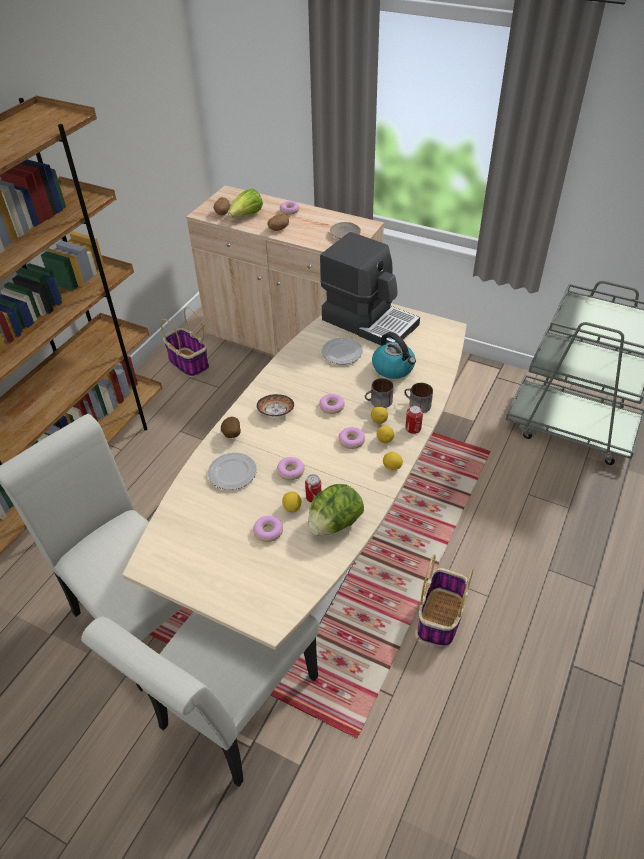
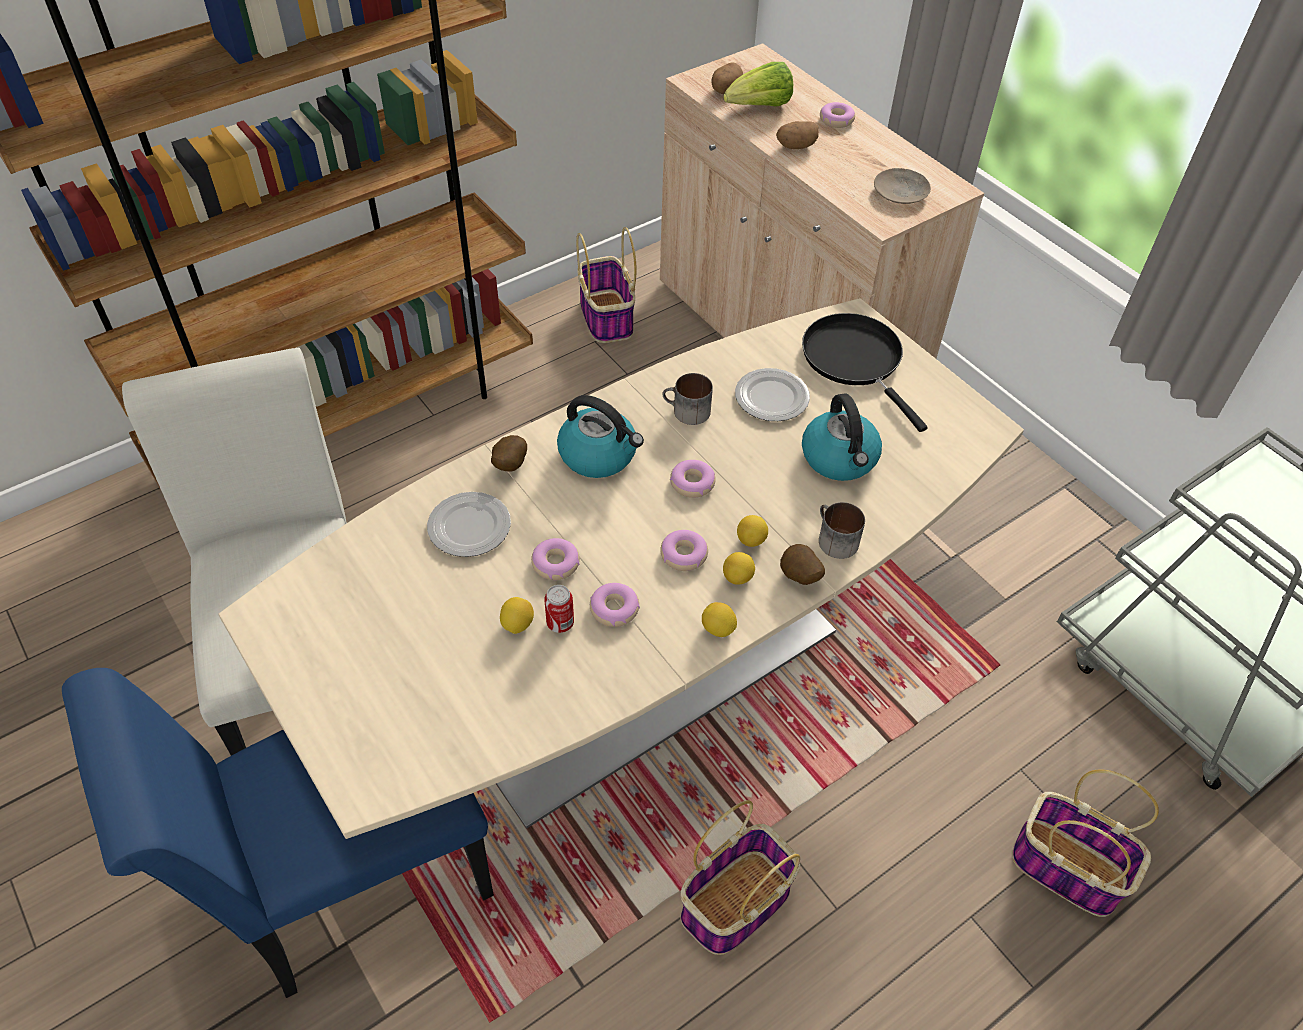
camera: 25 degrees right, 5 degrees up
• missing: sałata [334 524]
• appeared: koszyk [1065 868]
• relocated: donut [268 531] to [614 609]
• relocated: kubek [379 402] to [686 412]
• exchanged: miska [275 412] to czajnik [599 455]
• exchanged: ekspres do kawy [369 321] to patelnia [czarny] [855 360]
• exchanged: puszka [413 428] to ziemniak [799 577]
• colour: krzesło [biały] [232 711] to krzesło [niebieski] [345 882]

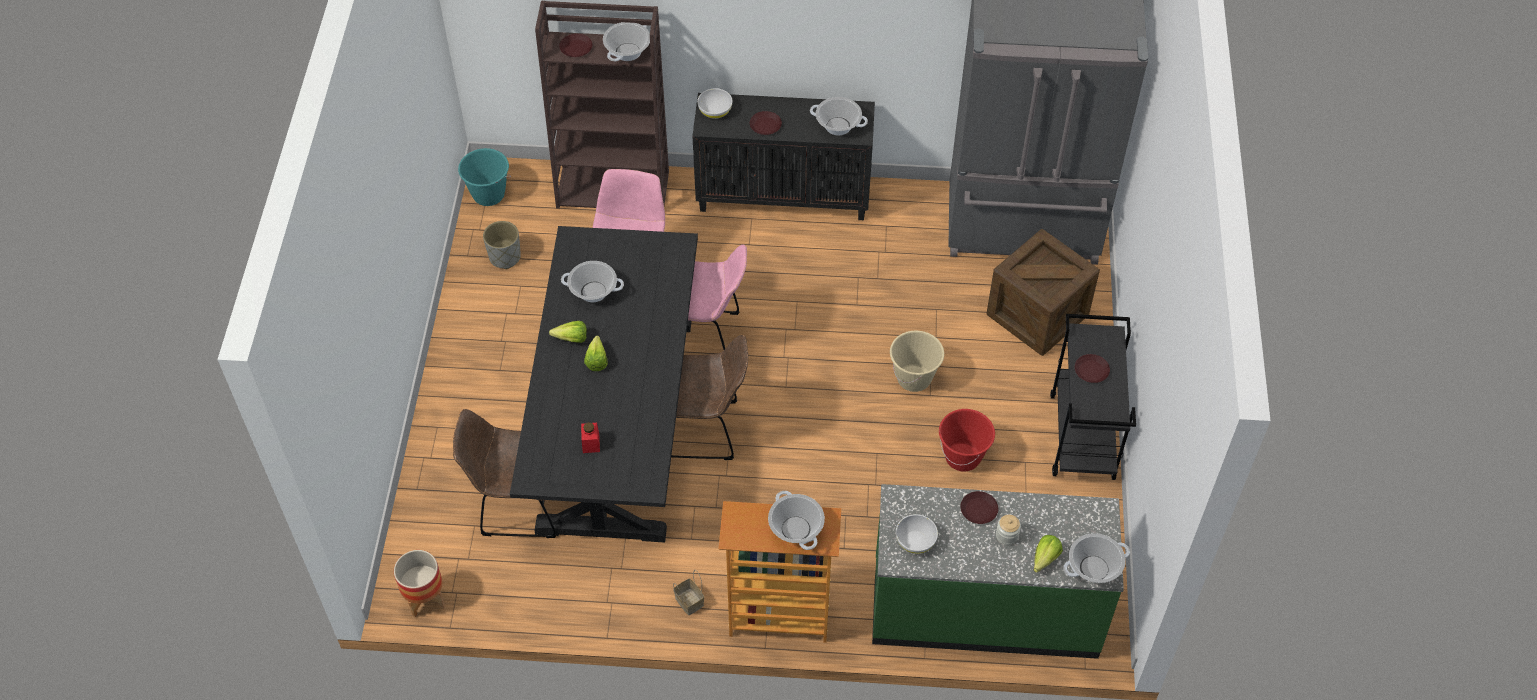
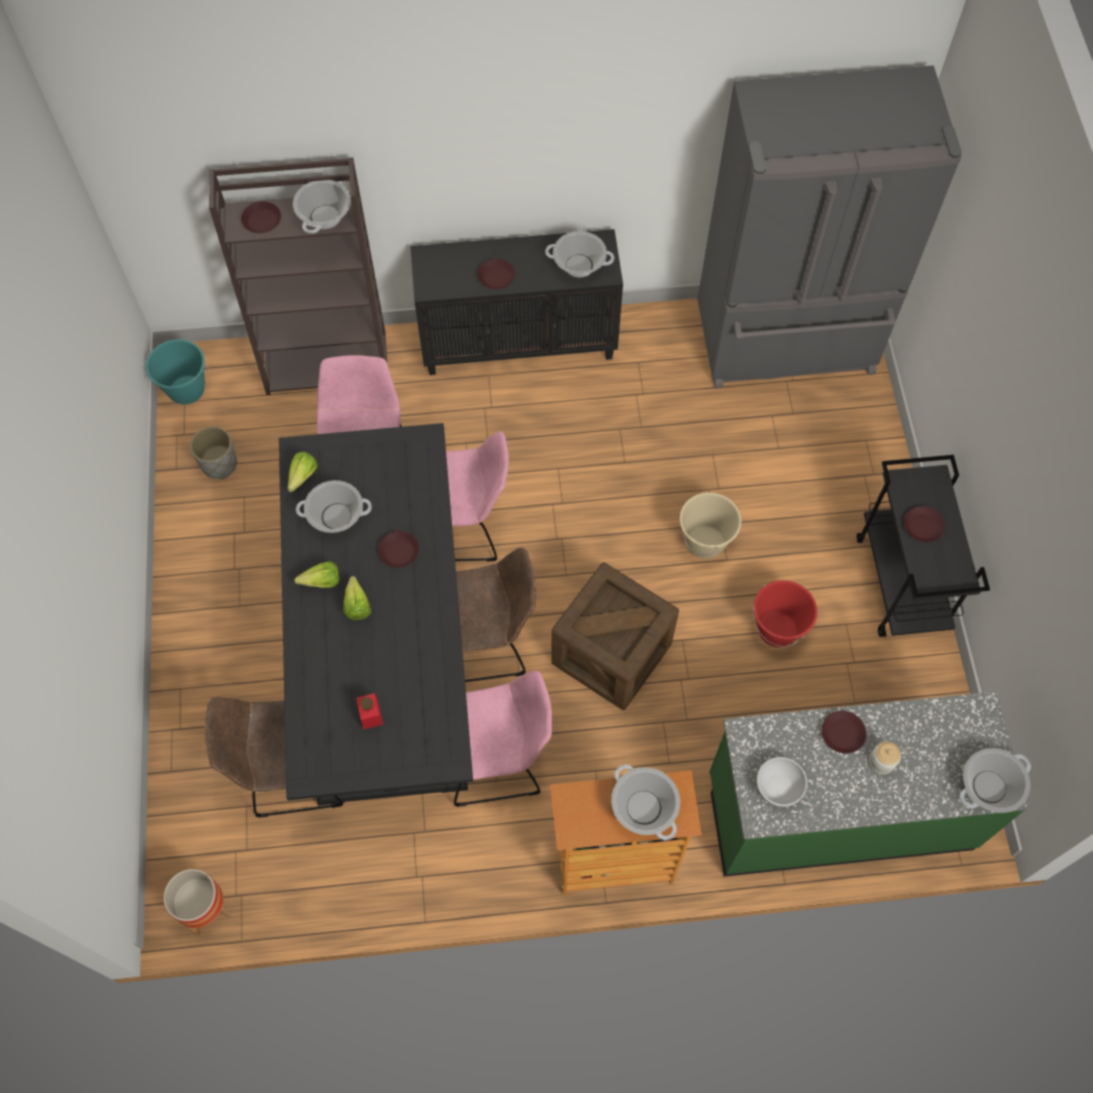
camera: 10 degrees left, 10 degrees up
• missing: koszyk [688 601]
• missing: miska [biały] [715 111]
• appeared: talerz [brązowy] [399 551]
• appeared: krzesło [różowy] [498 759]
• relocated: skrzynka [1037 315] to [611 653]
• relocated: sałata [1042 561] to [300 479]

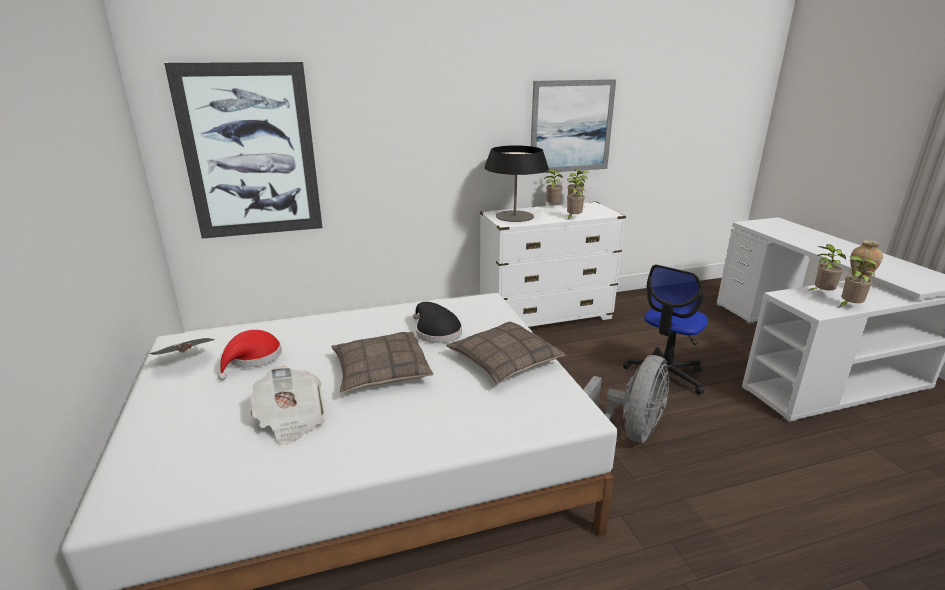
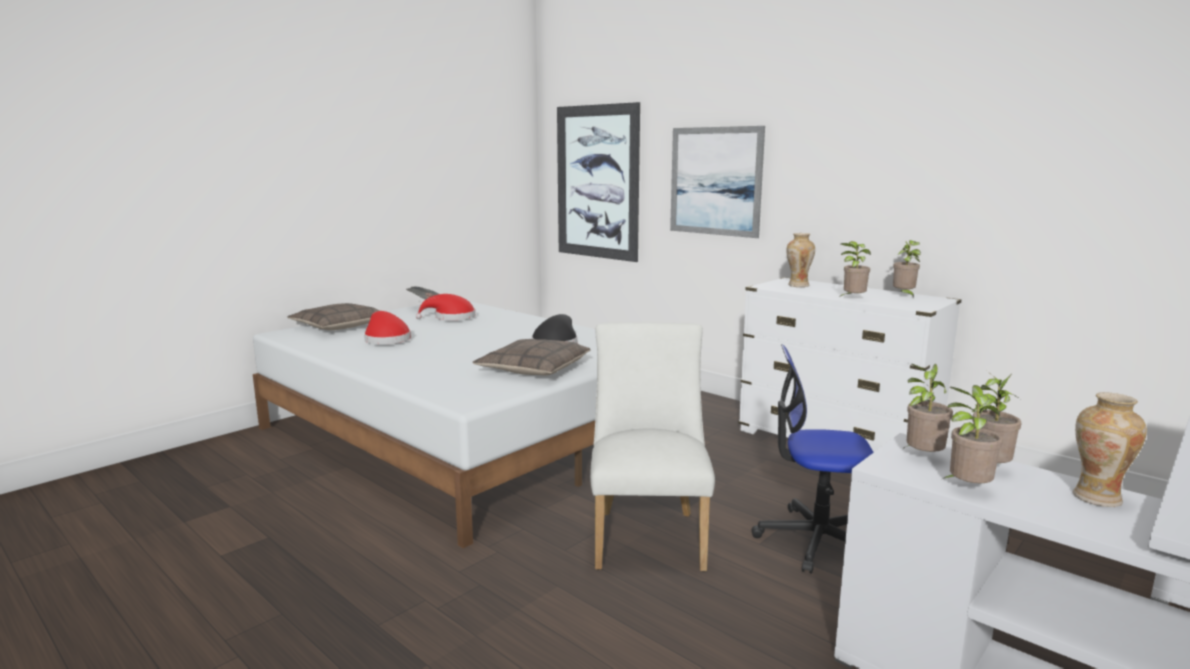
camera: 60 degrees right, 10 degrees down
• relocated: poduszka [381 371] to [338 326]
• relocated: obraz [571 126] to [715 181]
• relocated: roślina doniczkowa [551 207] to [921 457]
• exchanged: gazeta [291 420] to kapelusz [czerwony] [386 339]
• exchanged: lampa stołowa [514 216] to wazon [798 285]
• exchanged: wentylator [szary] [629 431] to krzesło [biały] [648 534]

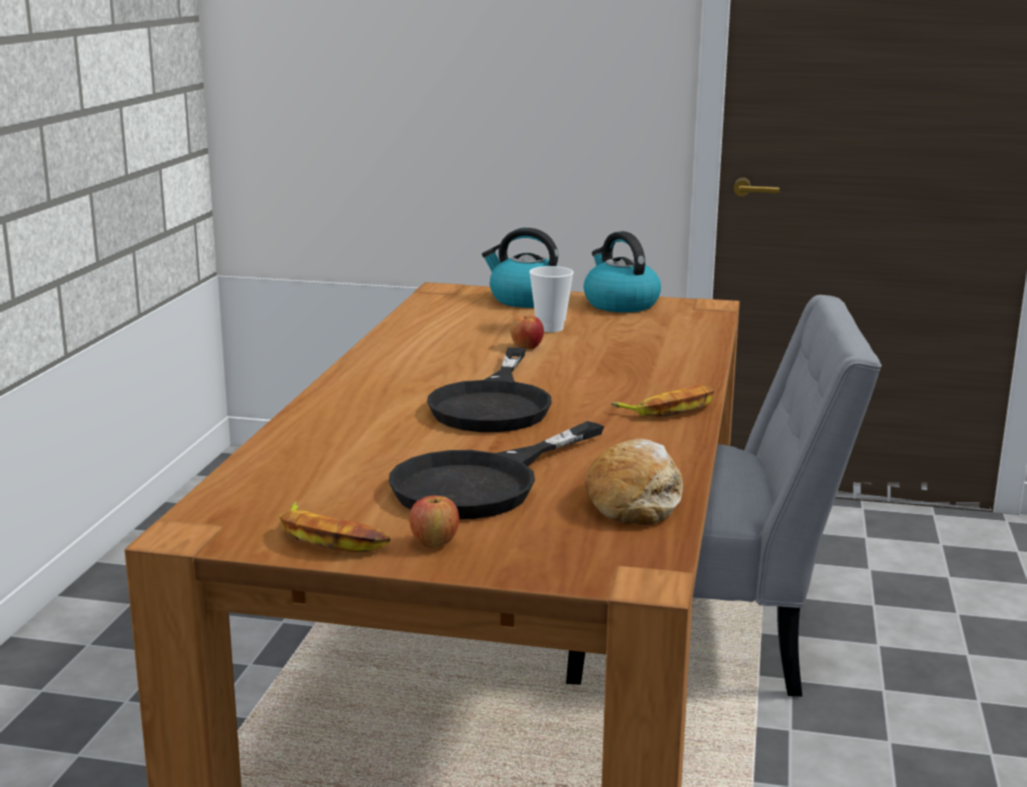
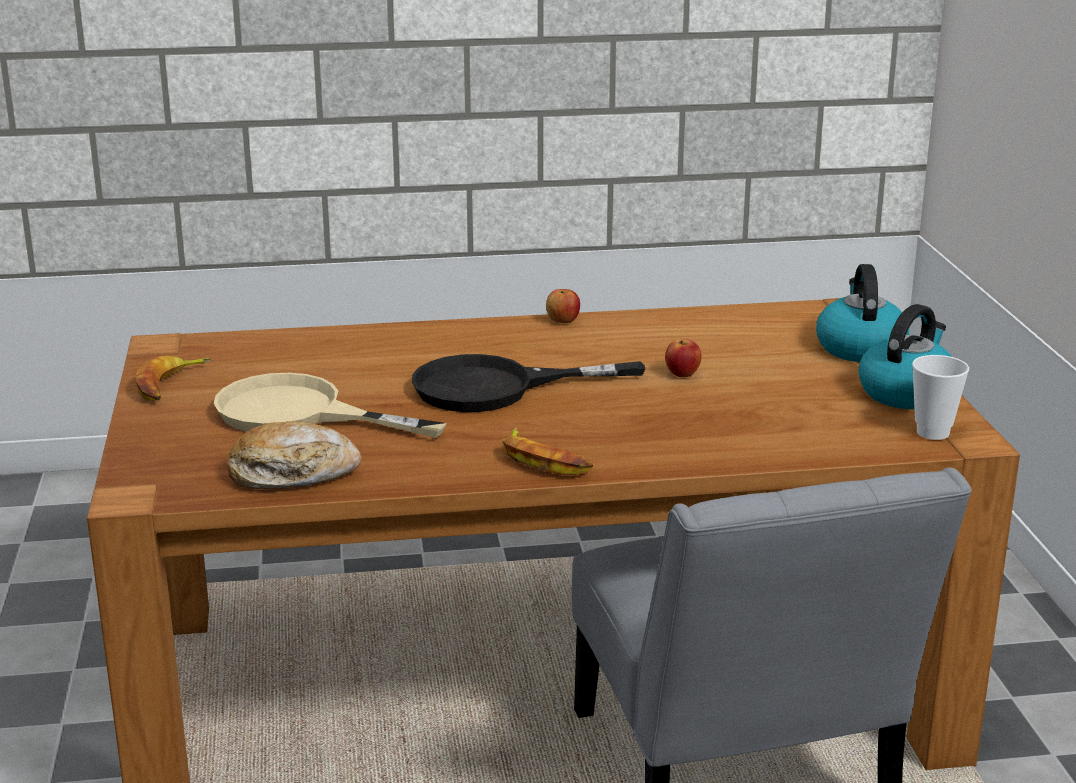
camera: 70 degrees right, 5 degrees up
• relocated: jabłko [434 543] to [563 321]
• relocated: filiżanka [550 328] to [932 433]
• colour: patelnia [czarny] [483 483] to patelnia [beżowy] [299 413]

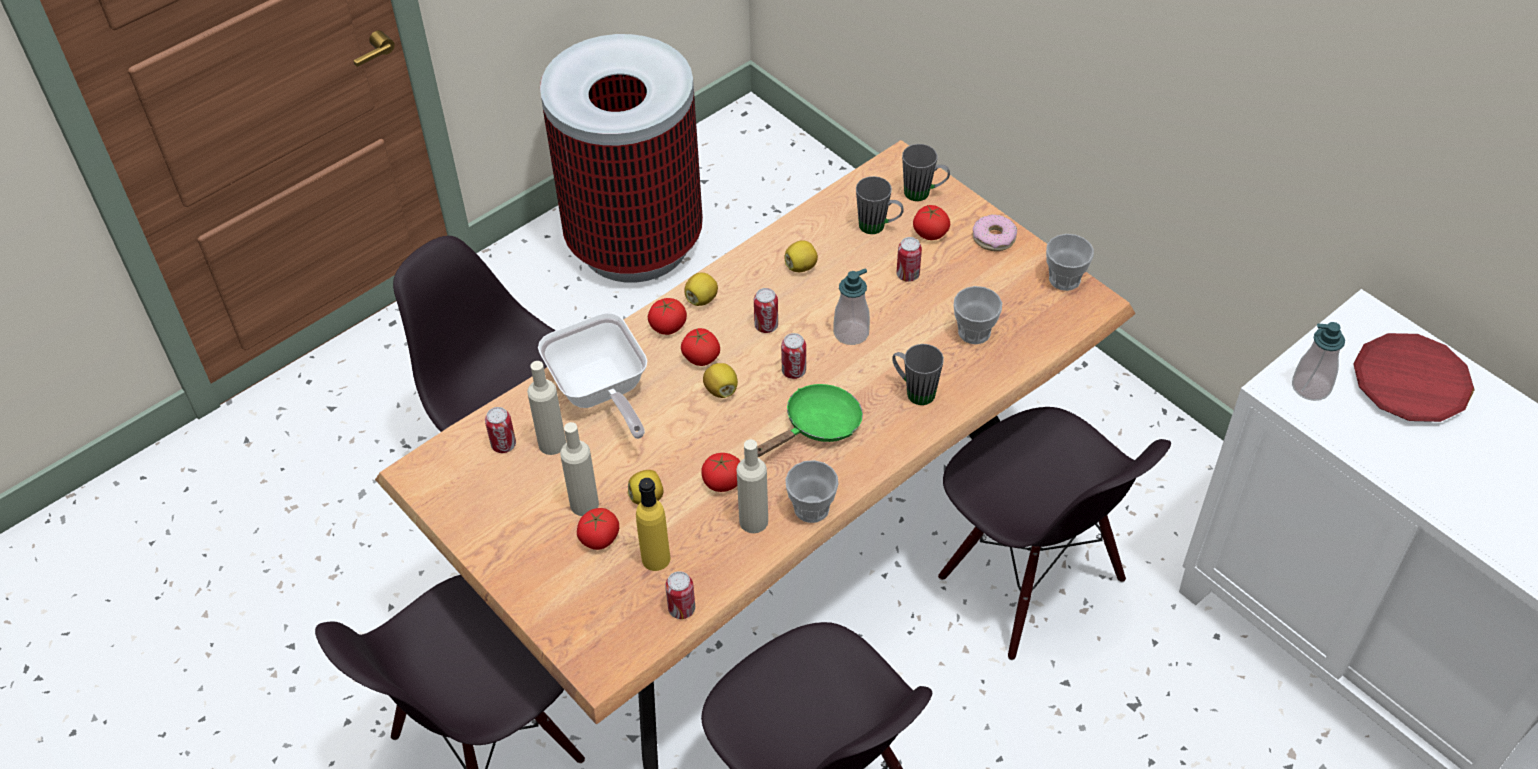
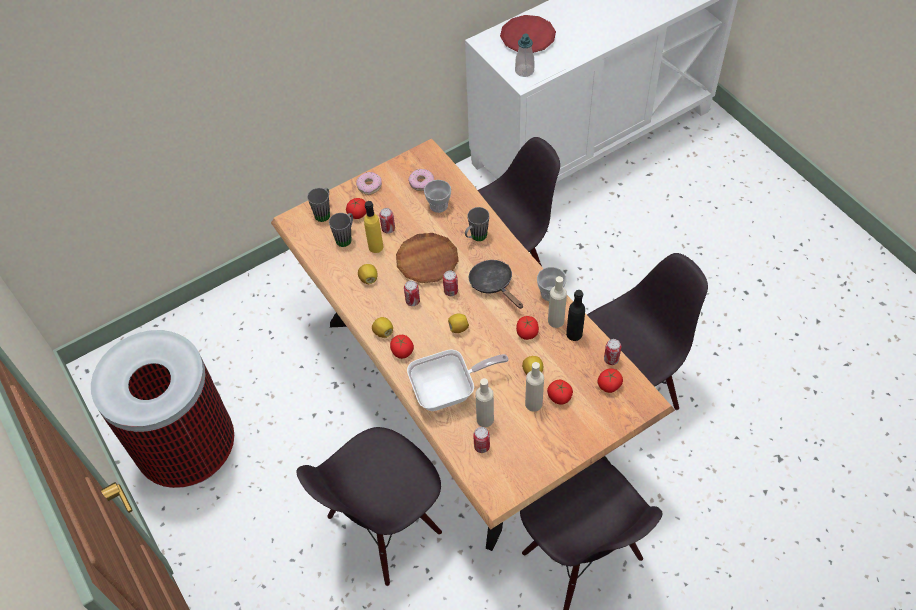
camera: 80 degrees left, 5 degrees up
• missing: filiżanka [1064 279]
• appeared: donut [421 183]
• appeared: butelka [czarny] [574 334]
• relocated: butelka [żółty] [656 558] to [376 247]
• relocated: pomidor [701 357] to [609 385]
• exchanged: dozownik mydła [851 333] to talerz [brązowy] [427 261]
• colour: patelnia [zielony] [817 426] to patelnia [czarny] [493 284]

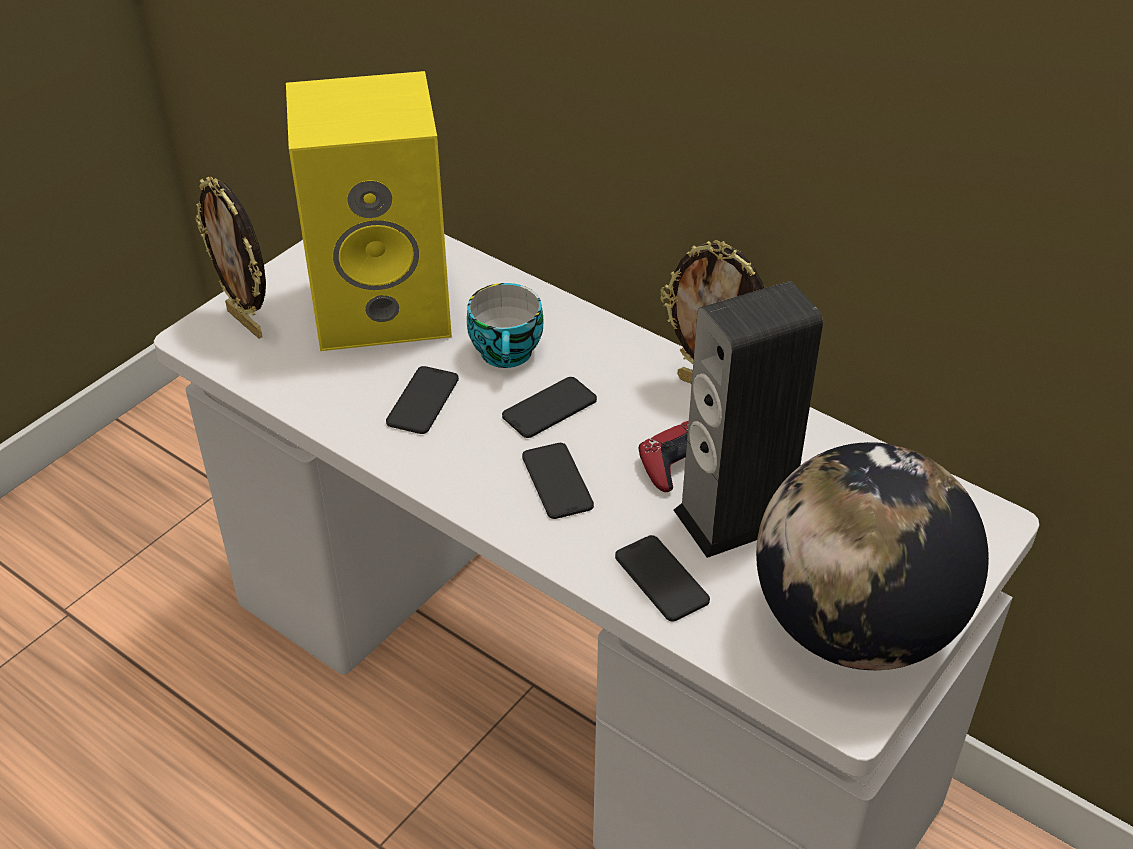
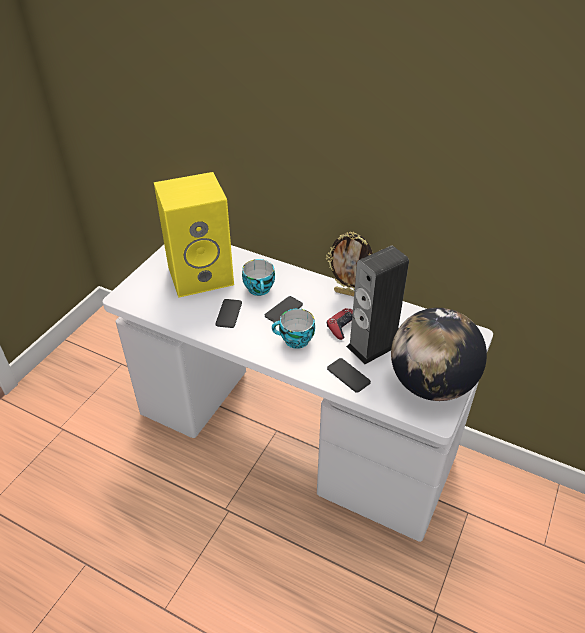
camera: 10 degrees left, 0 degrees up
• missing: ramka na zdjęcie [247 322]
• exchanged: telefon [557 481] to filiżanka [295 340]

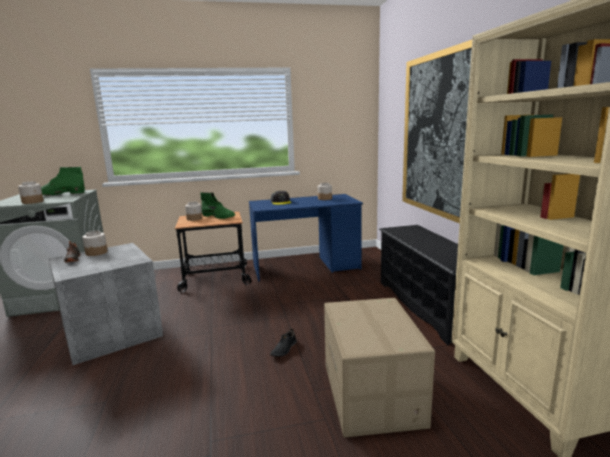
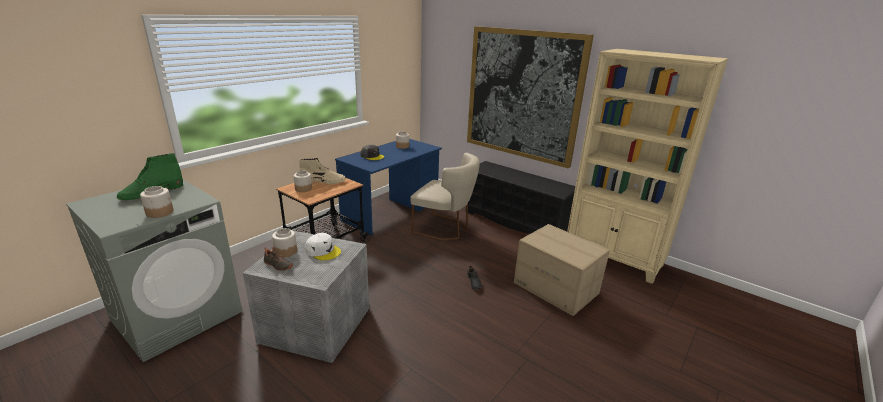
camera: 40 degrees left, 10 degrees up
• appeared: czapka z daszkiem [biały] [323 251]
• appeared: krzesło [beżowy] [445 229]
• colour: but z cholewką [zielony] [218 216] to but z cholewką [beżowy] [324 182]

